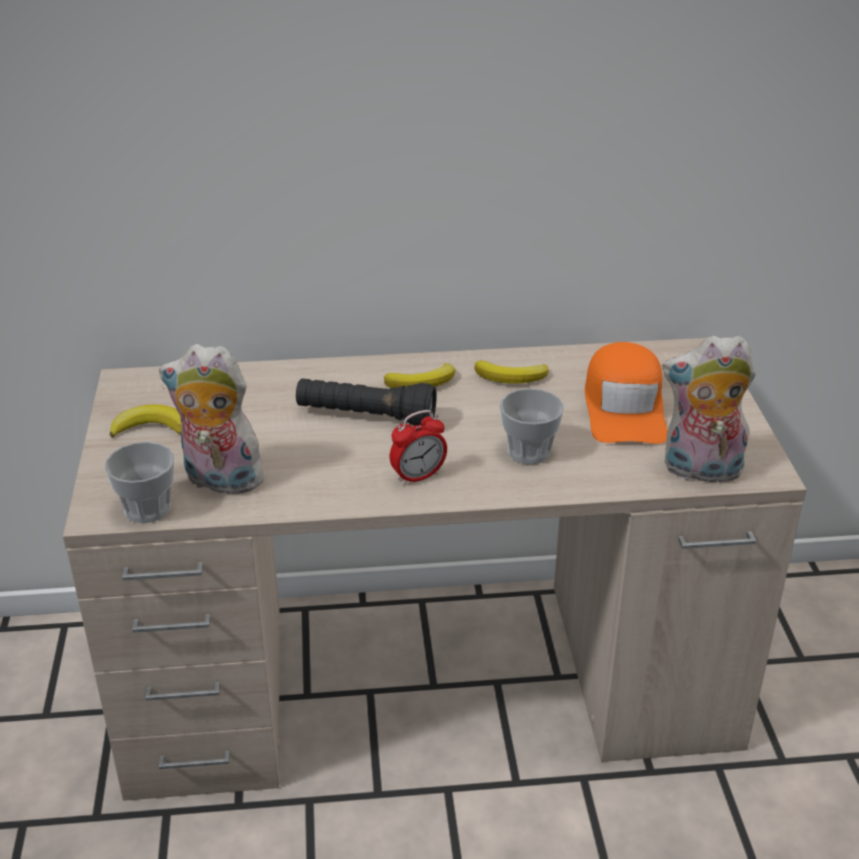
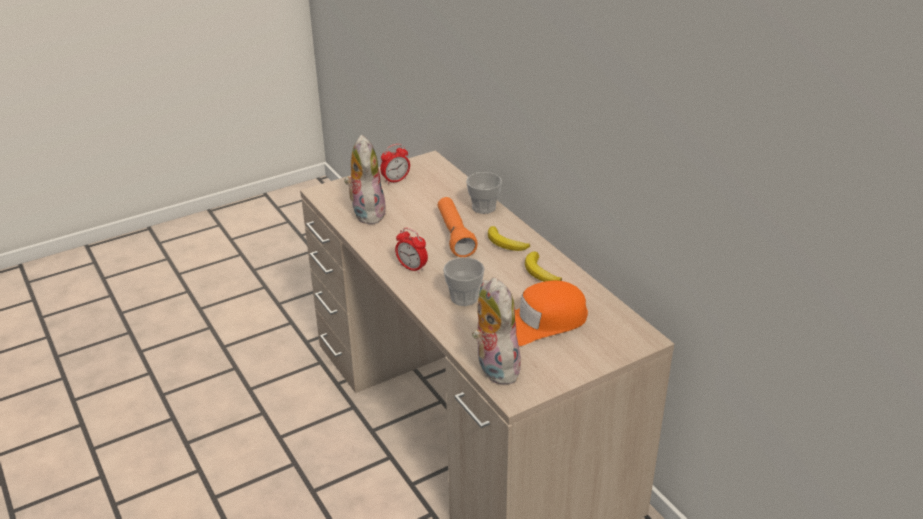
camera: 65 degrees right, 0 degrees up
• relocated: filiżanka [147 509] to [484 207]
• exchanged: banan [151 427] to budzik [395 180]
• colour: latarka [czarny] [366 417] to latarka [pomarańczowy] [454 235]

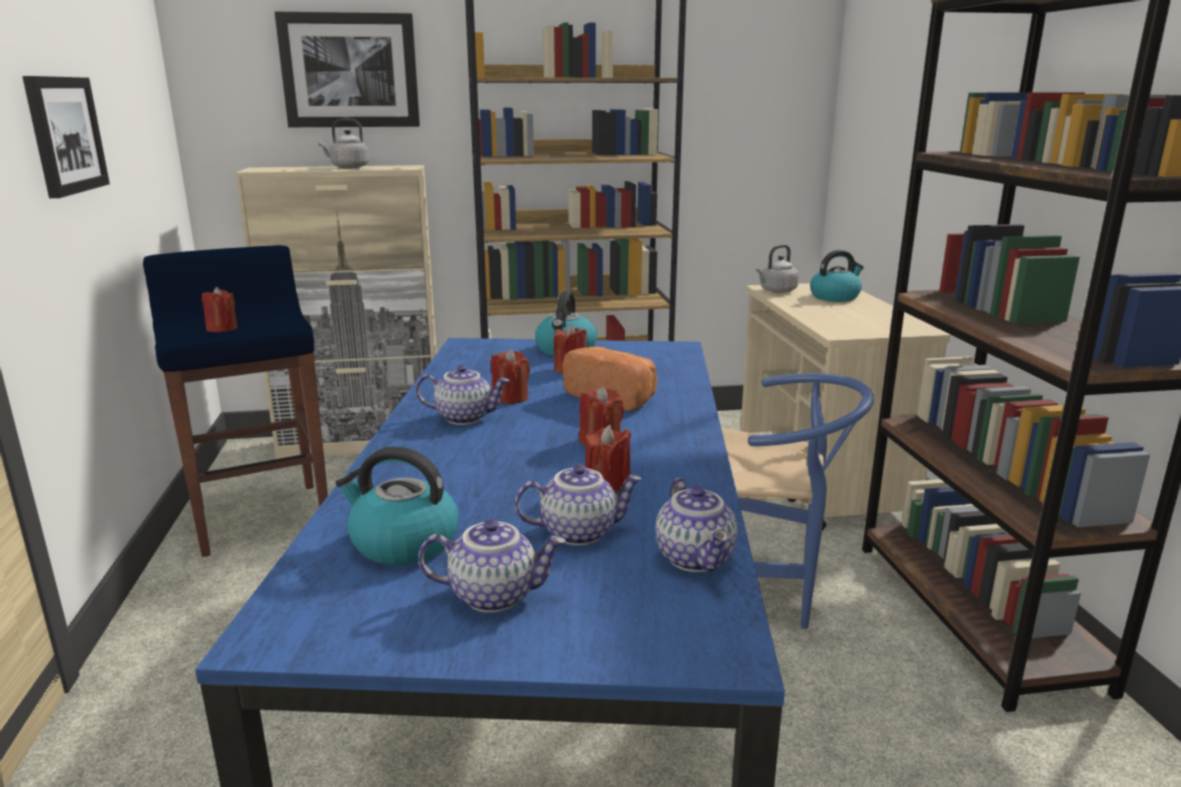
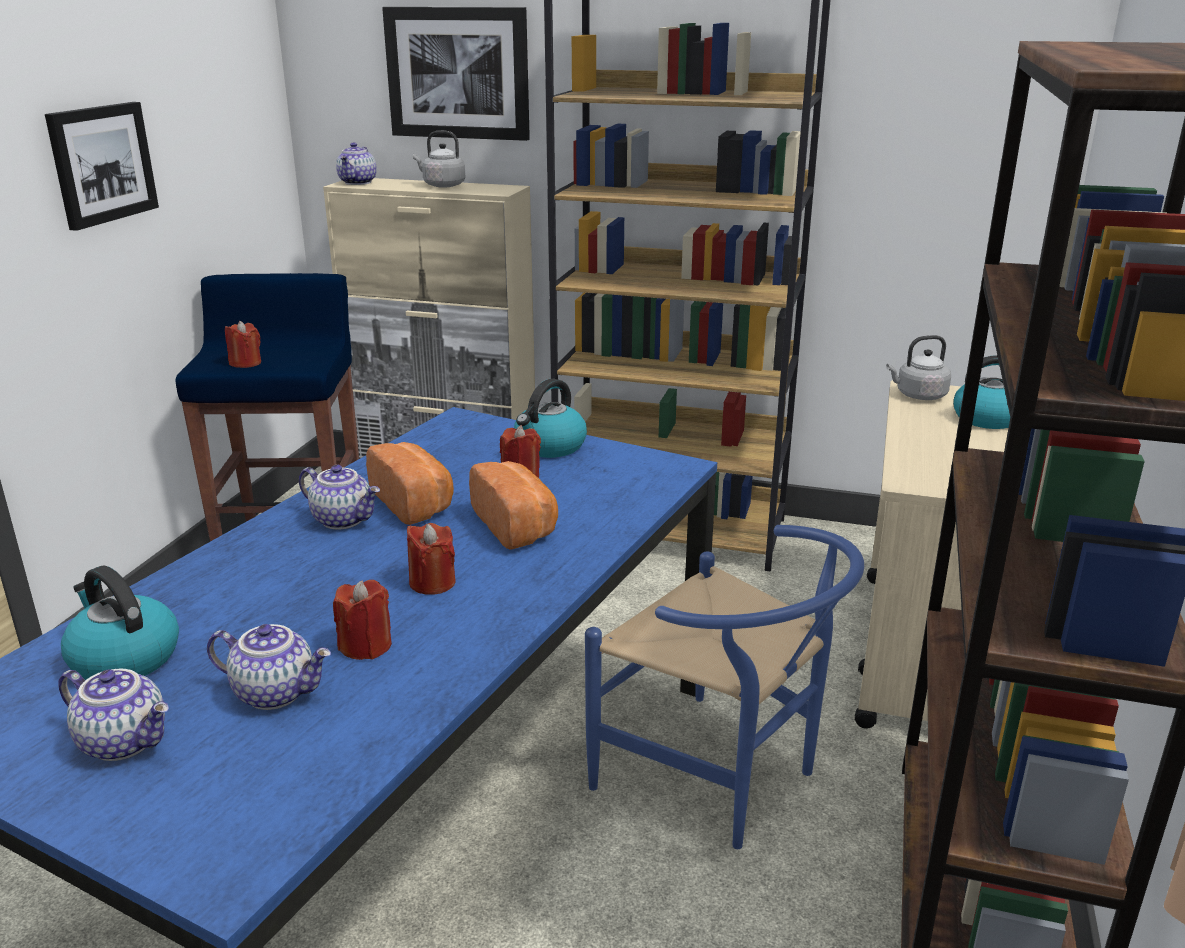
camera: 25 degrees right, 5 degrees up
• relocated: imbryk [697 558] to [358 183]
• exchanged: świeca [czerwony] [510 398] to chleb [415 503]

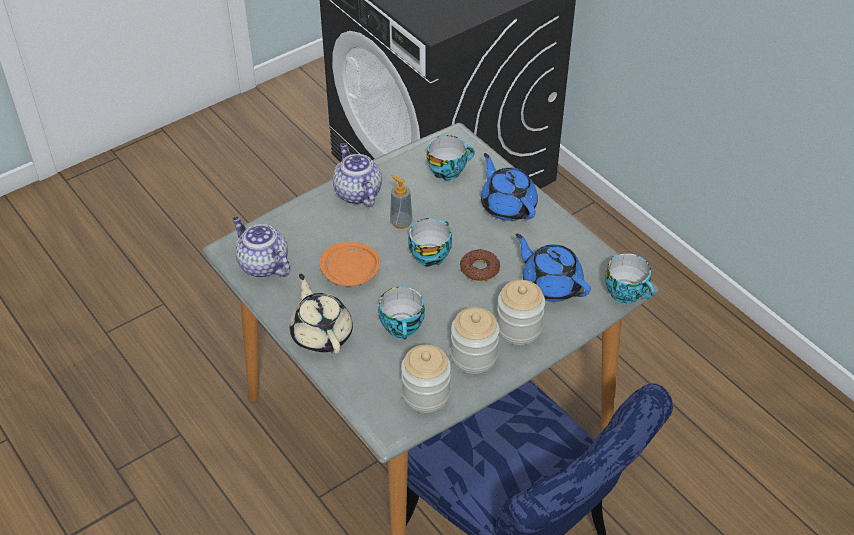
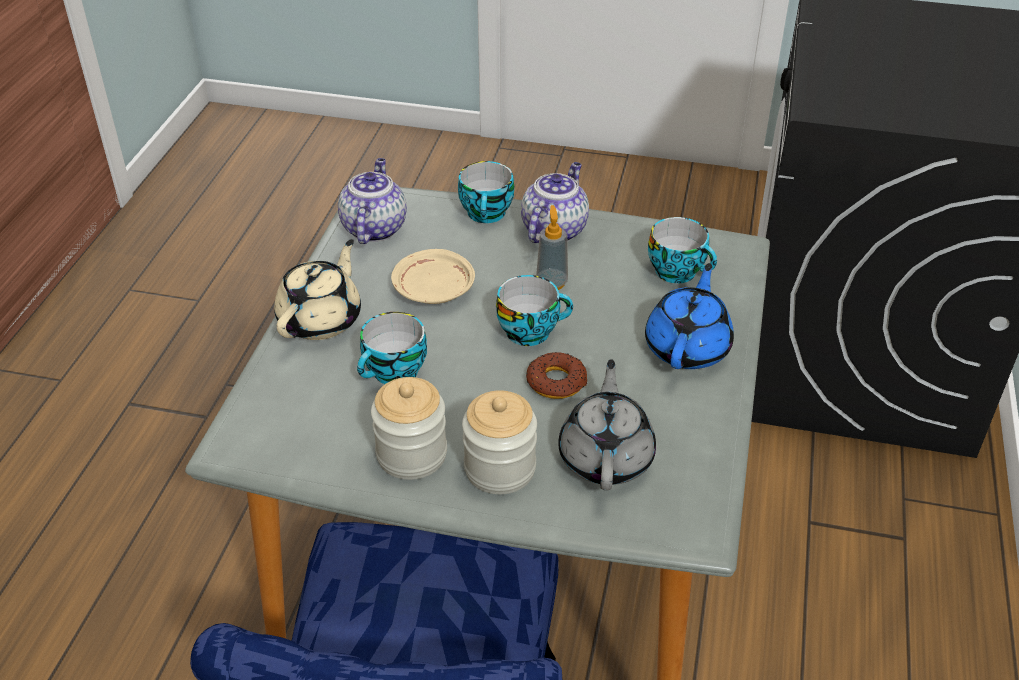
camera: 50 degrees right, 5 degrees down
• missing: słoik [426 394]
• relocated: filiżanka [627 293] to [487 214]
• colour: talerz [pomarańczowy] [351 272] to talerz [beżowy] [434 289]
• colour: imbryk [niebieski] [550 284] to imbryk [szary] [606 456]

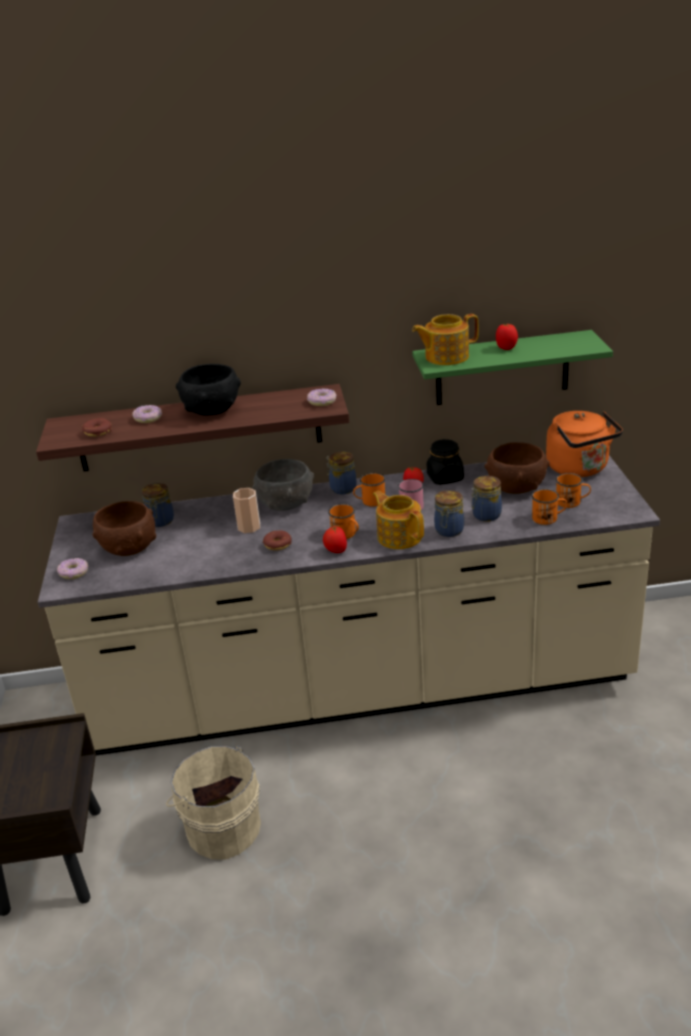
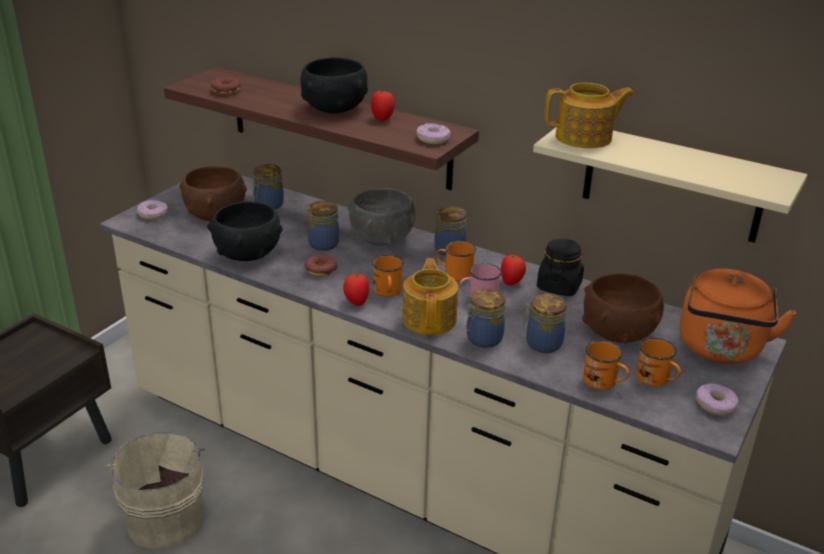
camera: 35 degrees right, 0 degrees up
• appeared: miska [czarny] [247 253]
• relocated: donut [148 418] to [715 404]
• relocated: pomidor [506 348] to [382 119]
• exchanged: filiżanka [249 527] to słoik [323 243]
• colour: półka [zielony] [502 368] to półka [beżowy] [672 182]
• spun: imbryk [445 357] = [585 138] 150 degrees clockwise

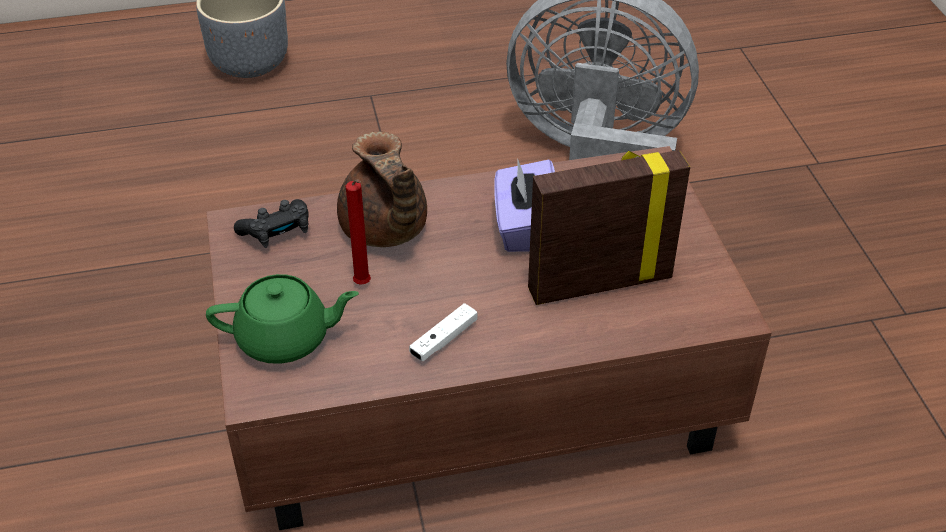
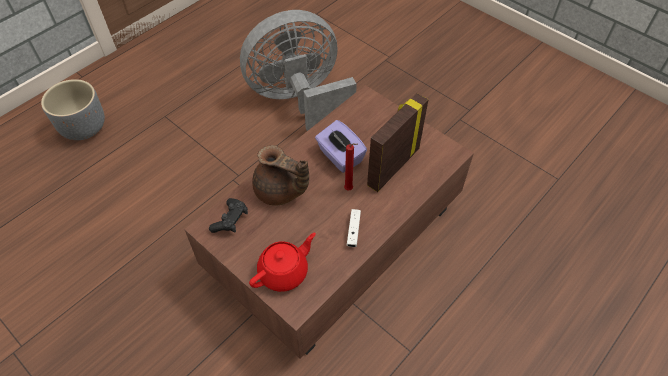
camera: 35 degrees left, 10 degrees up
• relocated: świeca [czerwony] [363 285] to [350 189]
• colour: imbryk [zielony] [285 339] to imbryk [czerwony] [284 272]

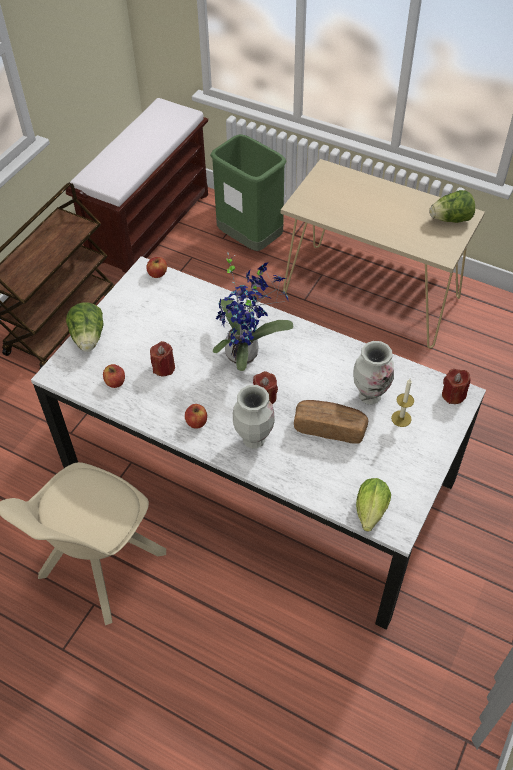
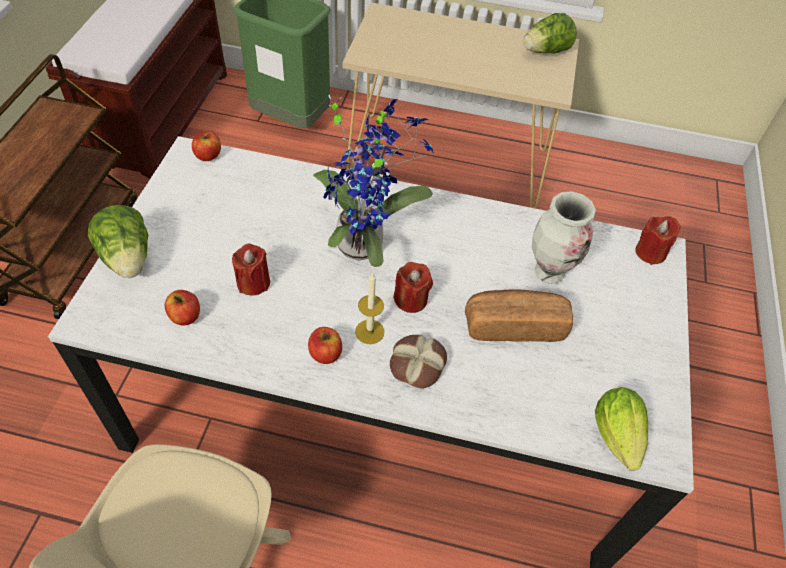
camera: 20 degrees left, 0 degrees up
• relocated: świeca [401 418] to [369 331]
• exchanged: wazon [253 440] to chleb [416 364]

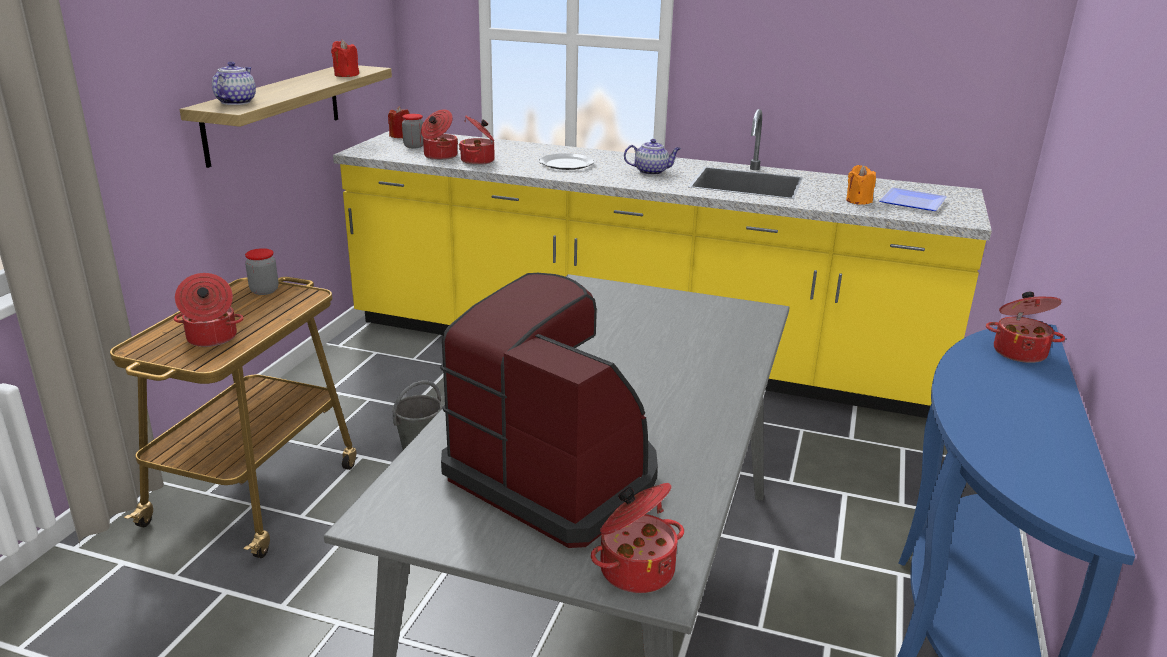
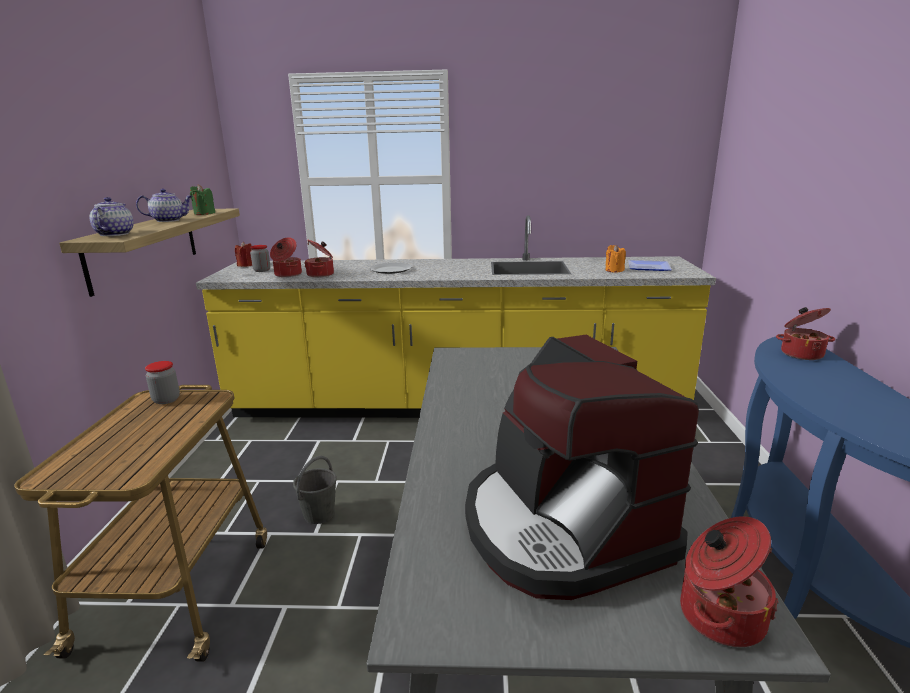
camera: 15 degrees left, 5 degrees down
• missing: garnek [211 338]
• relocated: imbryk [651 172] to [169 220]
• colour: świeca [czerwony] [346 75] to świeca [zielony] [204 213]
• spun: ekspres do kawy [556 476] = [562 527] 135 degrees counterclockwise

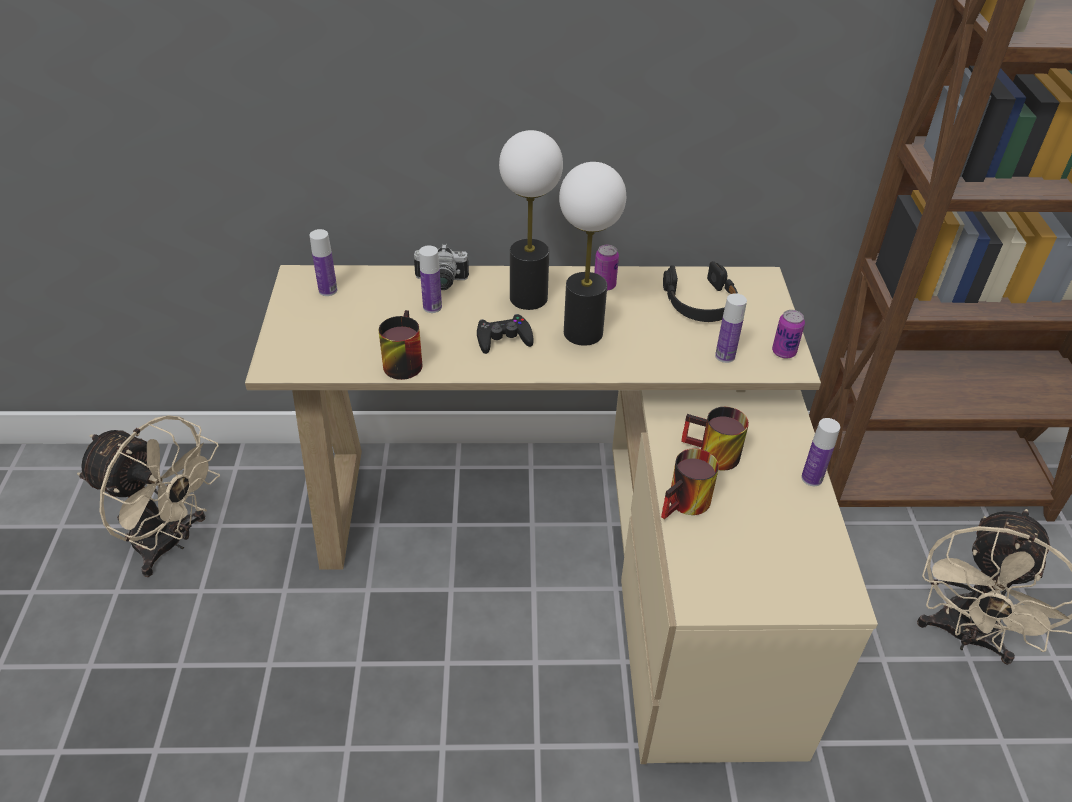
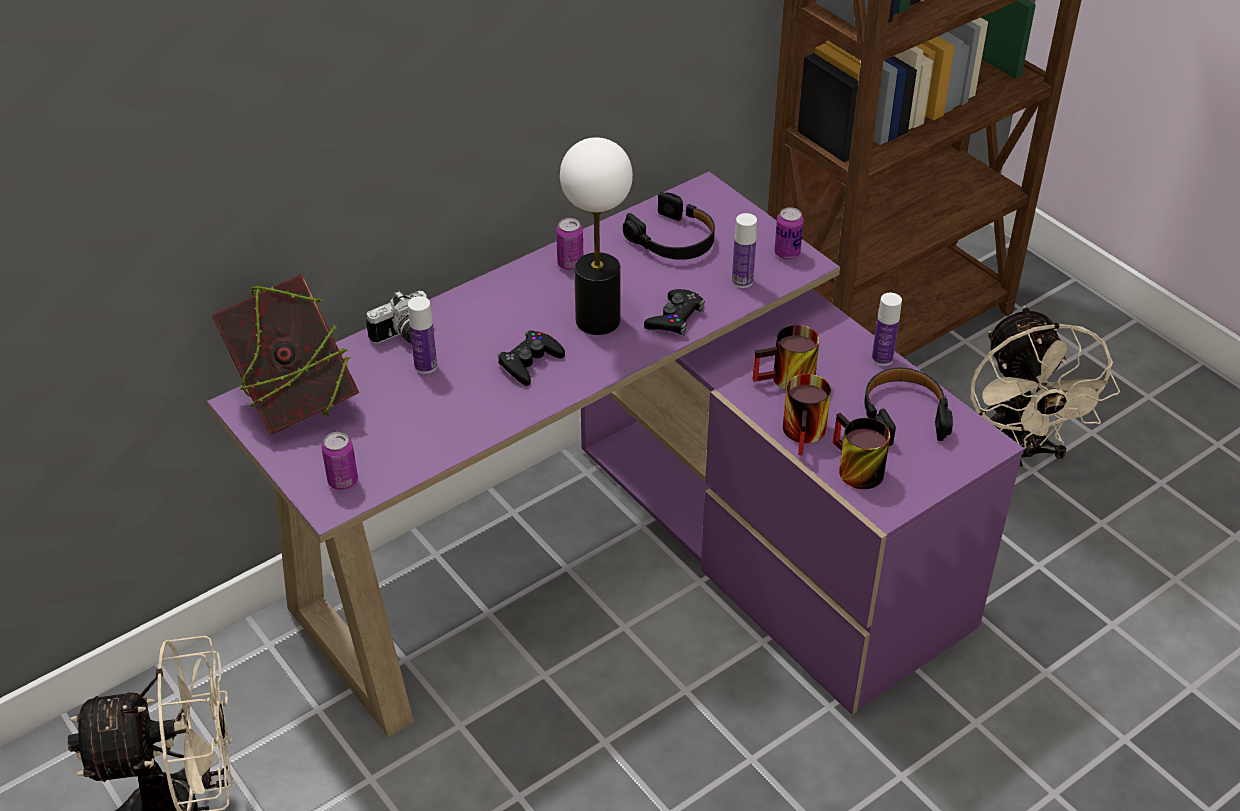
camera: 35 degrees left, 0 degrees up
• missing: lampa stołowa [528 298]
• appeared: puszka [343 481]
• appeared: pad do gier [czarny] [675 318]
• appeared: słuchawki [czarny] [904 414]
• relocated: kubek [400 361] to [852 469]
• exchanged: butelka [328 290] to książka [295 402]
• colour: biurko [beżowy] [576 546] to biurko [fioletowy] [629 563]

